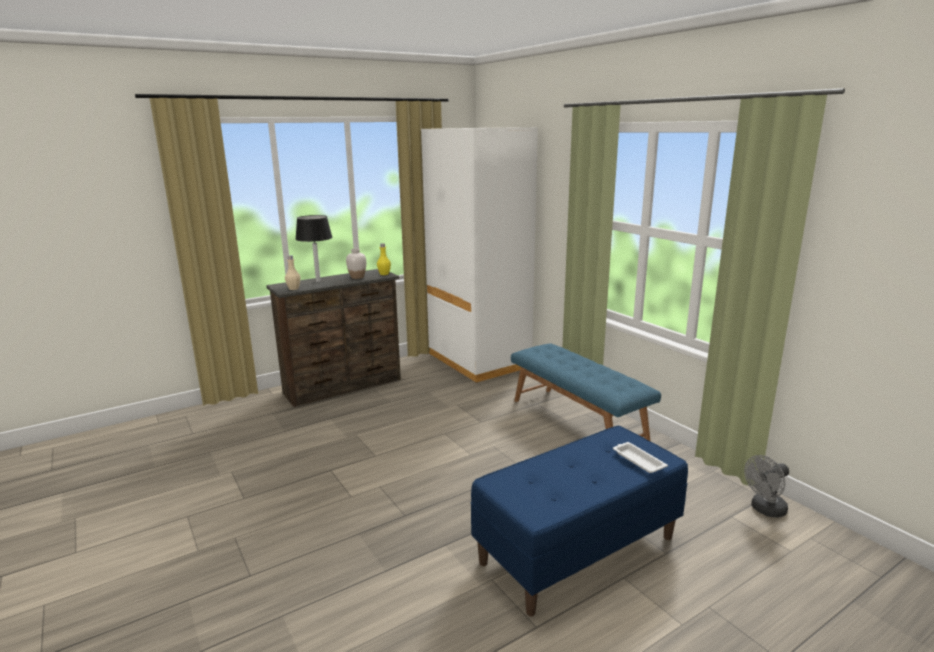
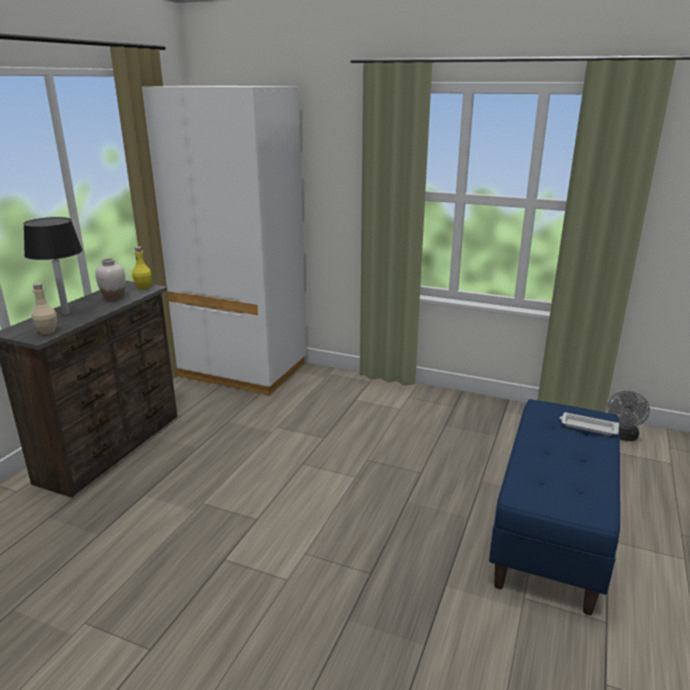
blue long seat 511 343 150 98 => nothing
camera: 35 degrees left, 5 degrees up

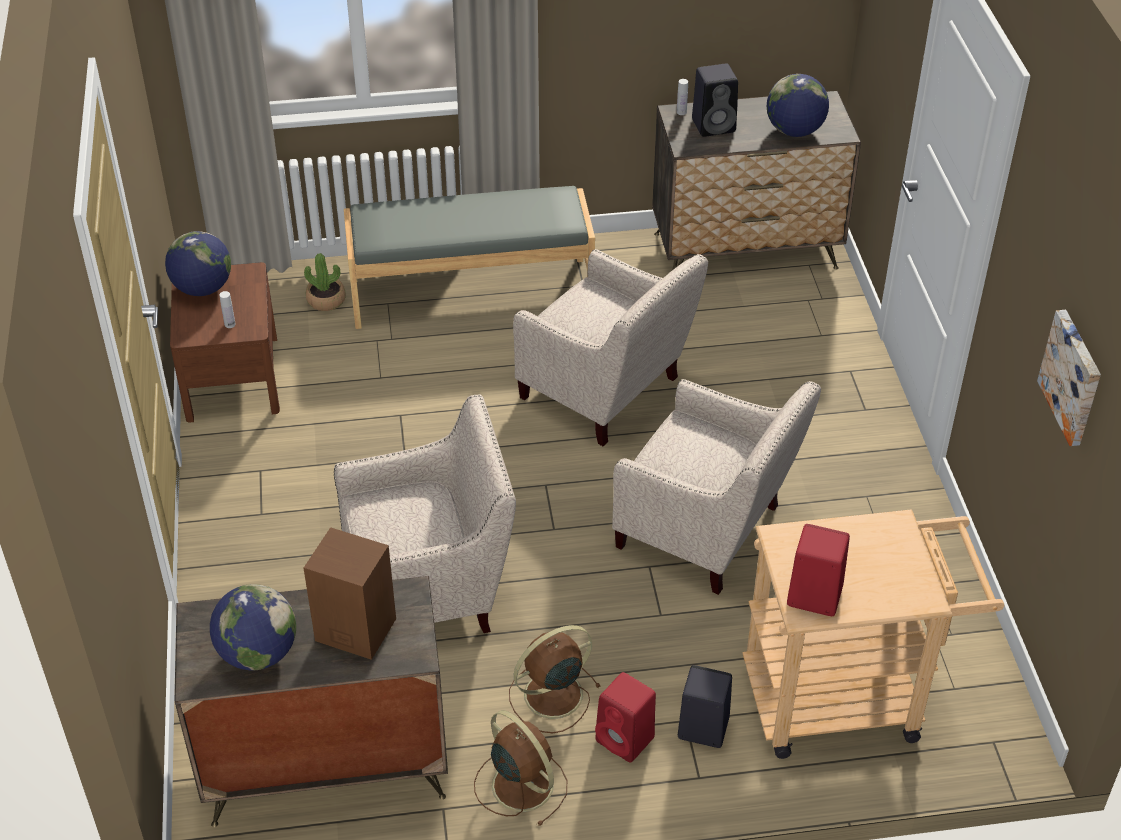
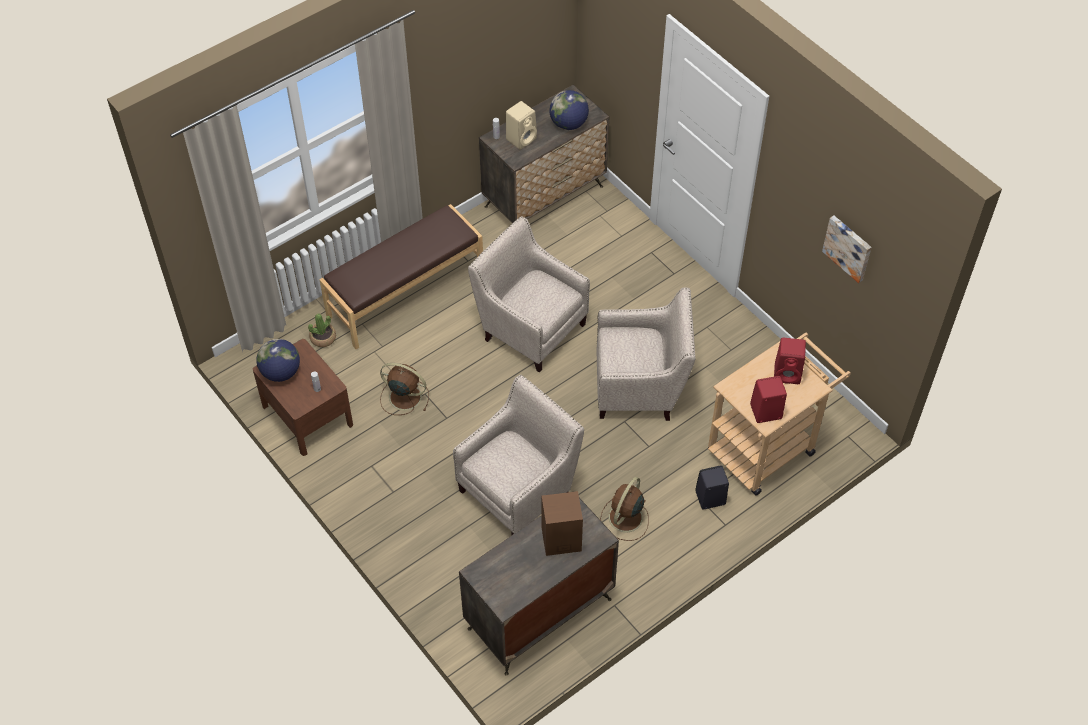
gray long seat 344 186 251 143 => brown-coloured long seat 320 204 163 145
brown-coloured fan 474 710 93 116 => brown-coloured fan 380 363 49 52, moved
beige lounge chair 513 249 195 197 => beige lounge chair 468 216 122 156, 150 degrees counterclockwise
black-coloured audio speaker 692 64 46 73 => beige audio speaker 506 101 31 49
red audio speaker 595 672 61 91 => red audio speaker 774 338 32 46, moved
world globe 210 584 86 86 => nothing
camera: 30 degrees left, 10 degrees up

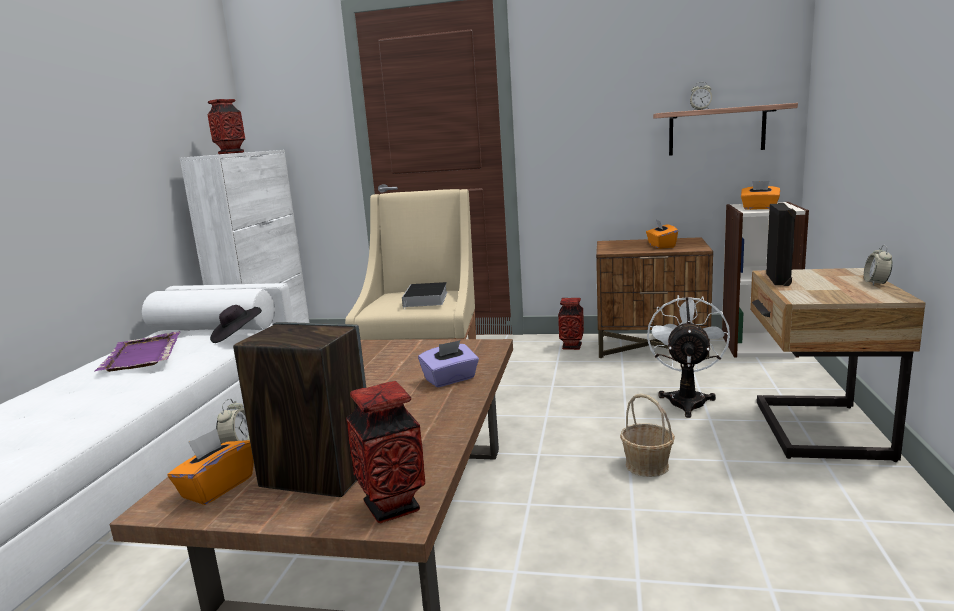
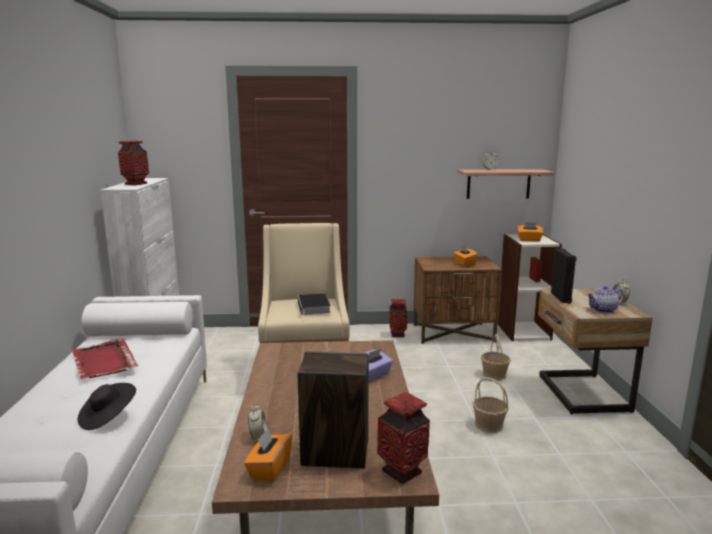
purple carrying tray 95 331 86 41 => red carrying tray 71 338 67 41
black-coloured clothing hat 210 305 52 38 => black-coloured clothing hat 78 383 58 47, moved
white-coloured fan 647 295 83 123 => storage basket 481 334 30 46
nothing => pot for tea 587 286 37 27
camera: 15 degrees left, 0 degrees up

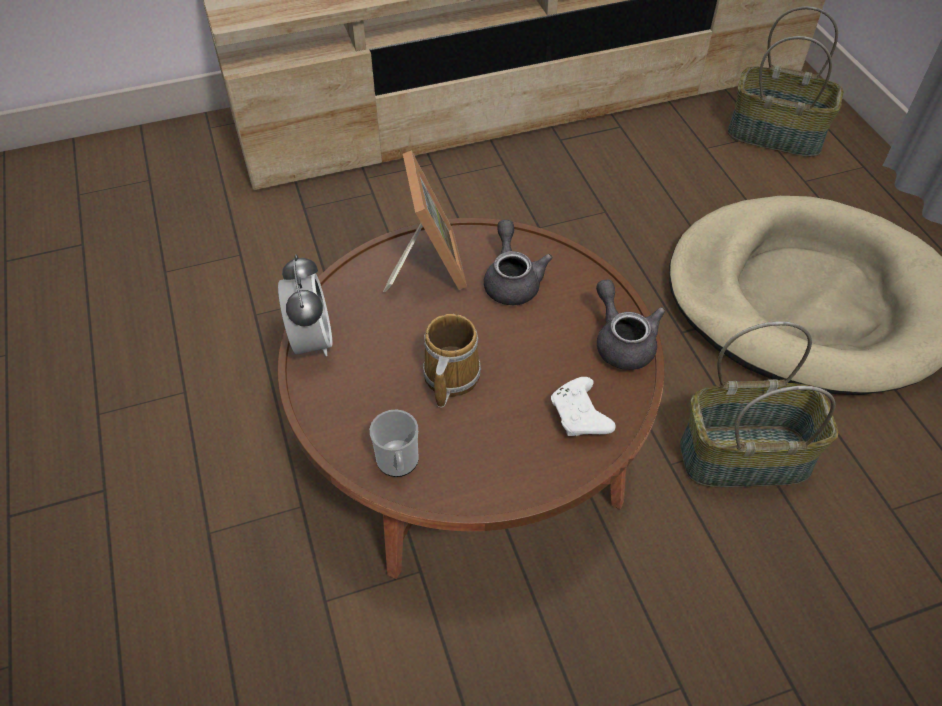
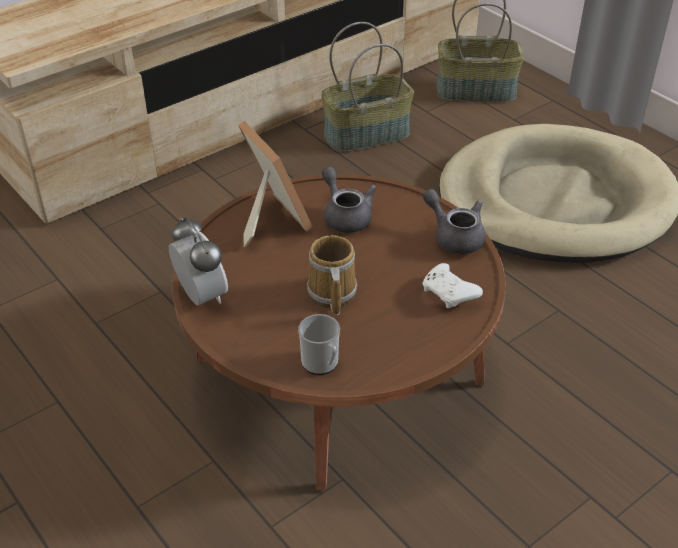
storage basket 680 321 159 167 => storage basket 321 22 93 131, moved
camera: 20 degrees left, 10 degrees down

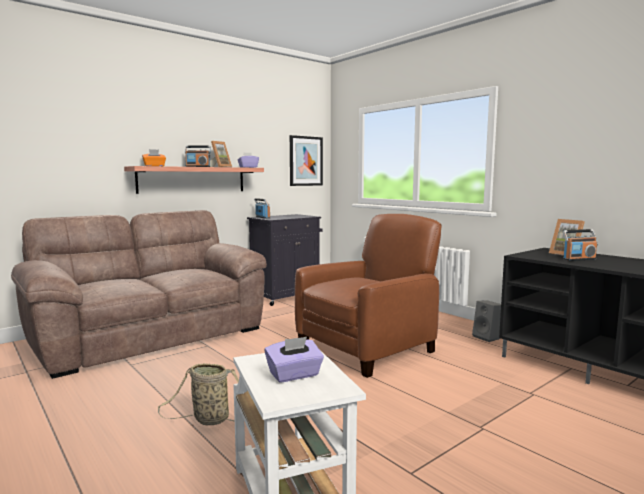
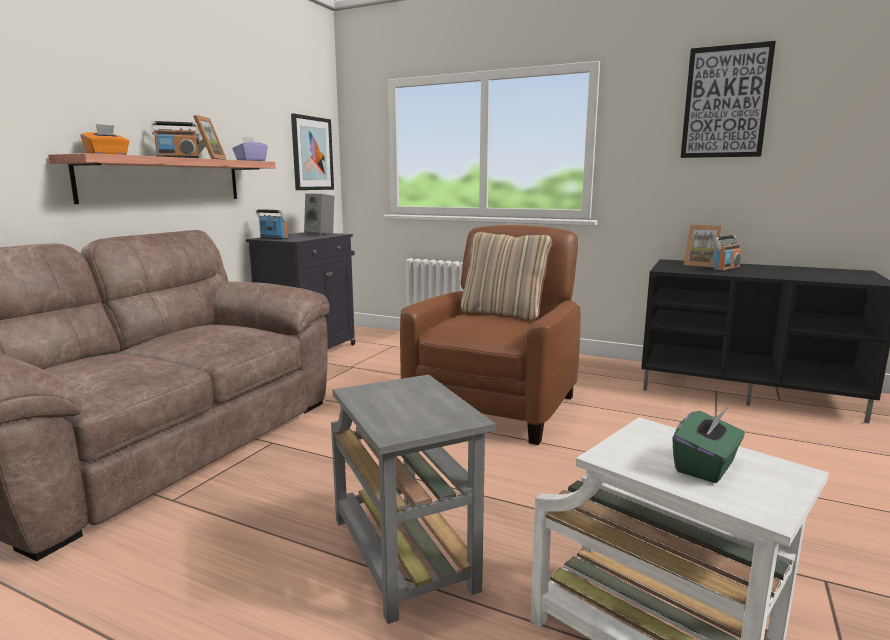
gray audio speaker 472 300 29 42 => gray audio speaker 304 193 30 42, moved
storage basket 158 363 81 62 => gray side table 331 375 165 249
nothing => beige cushion 461 232 91 89
purple tissue holder 265 337 59 46 => green tissue holder 672 408 73 75
nothing => wall art 681 41 95 117
camera: 25 degrees left, 5 degrees up

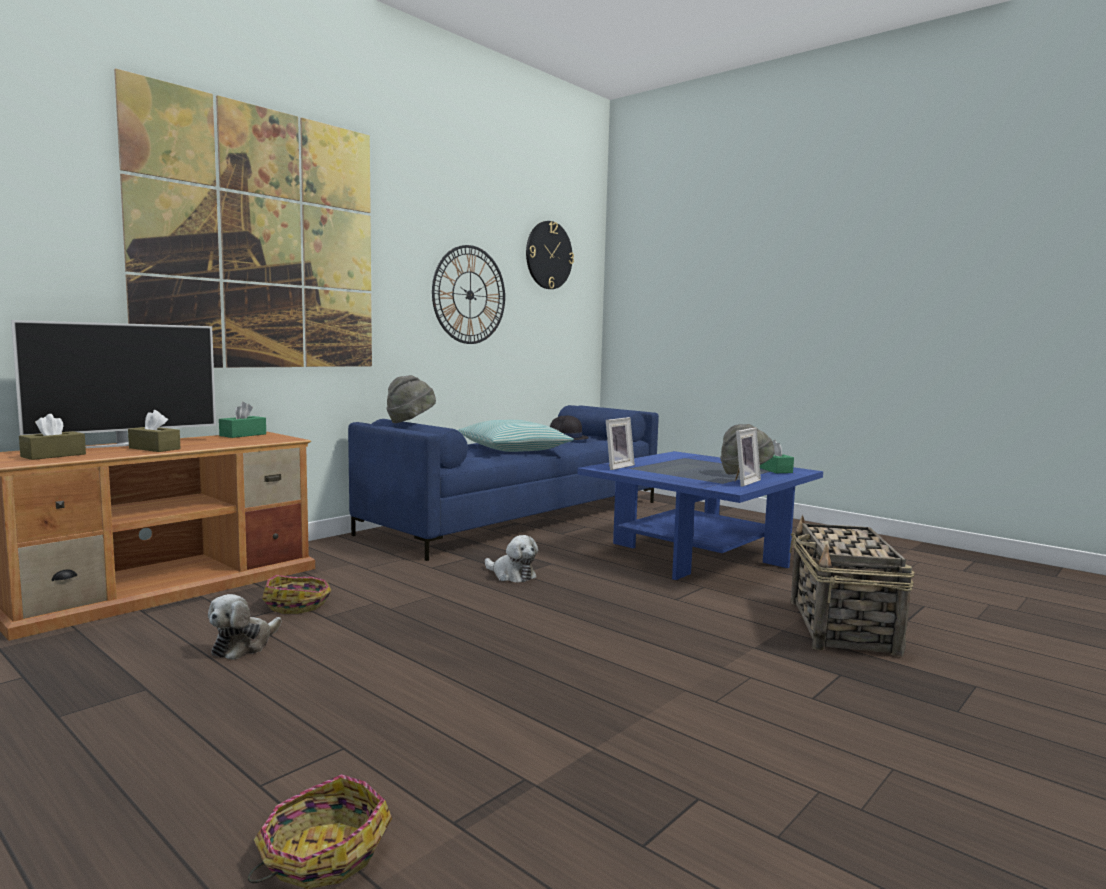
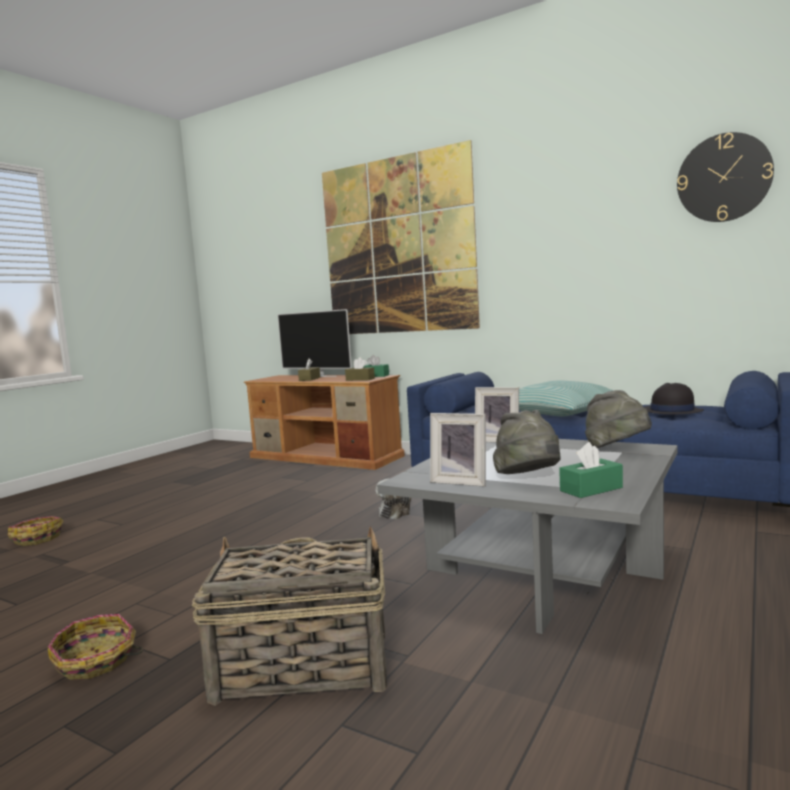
storage basket 262 575 69 39 => storage basket 48 614 95 66, moved
brown-coloured tissue holder 19 414 67 46 => brown-coloured tissue holder 345 357 30 24, moved
blue low table 577 451 246 129 => gray low table 378 439 300 195
gray clothing hat 387 375 49 48 => gray clothing hat 585 390 67 58, moved
cuddly toy 208 594 74 66 => nothing
wall clock 432 245 73 99 => nothing
camera: 80 degrees right, 0 degrees up

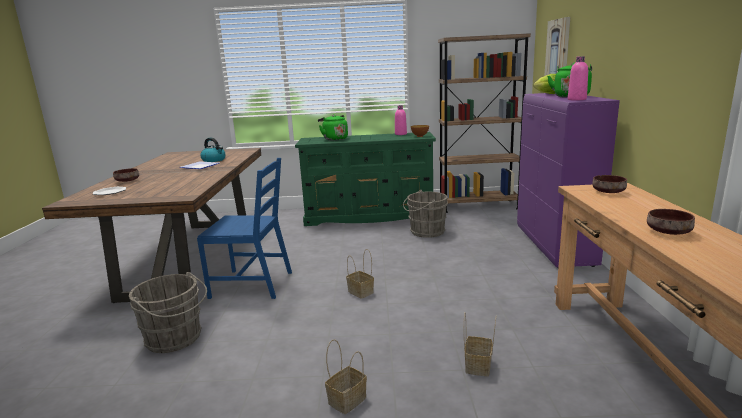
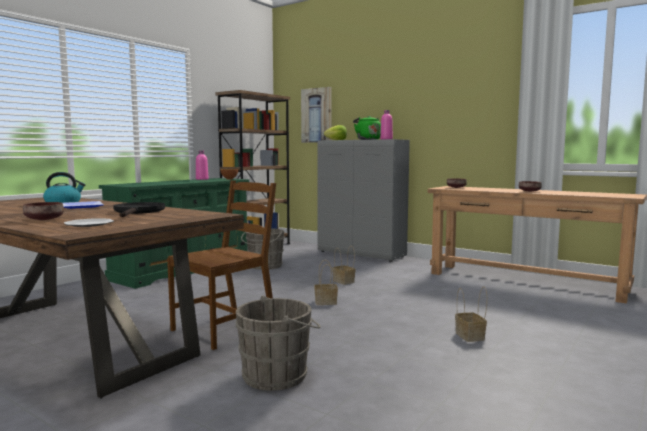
nothing => black-coloured skillet 113 202 52 15
blue chair 197 158 95 141 => brown-coloured chair 167 180 109 170
purple cupboard 517 93 103 175 => gray cupboard 317 139 93 123
storage basket 464 313 32 63 => storage basket 333 246 22 39, moved
green tea kettle 318 115 30 26 => nothing
camera: 55 degrees left, 10 degrees down

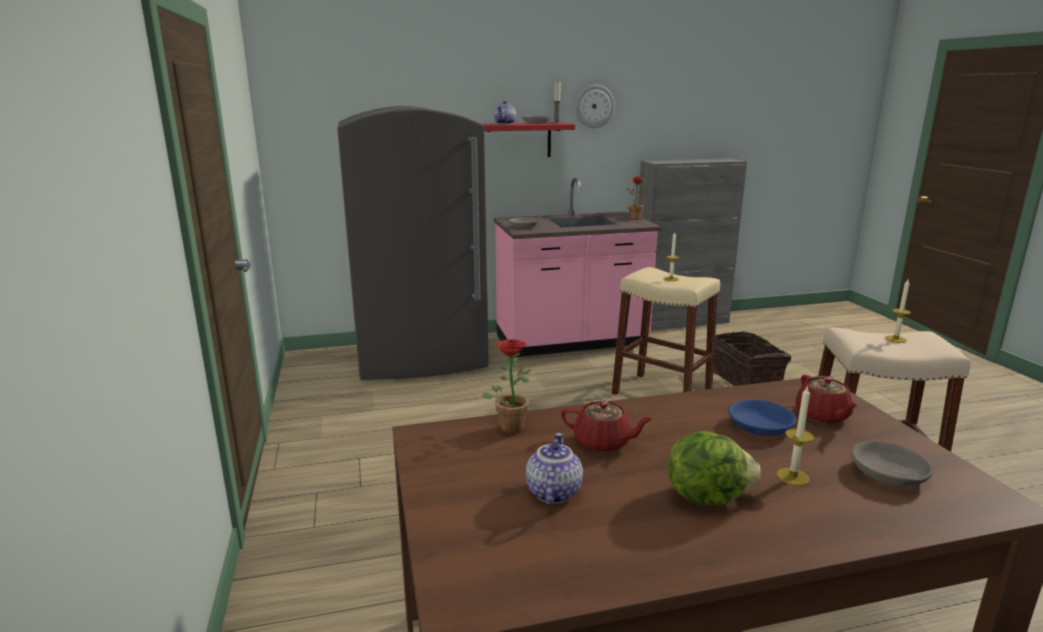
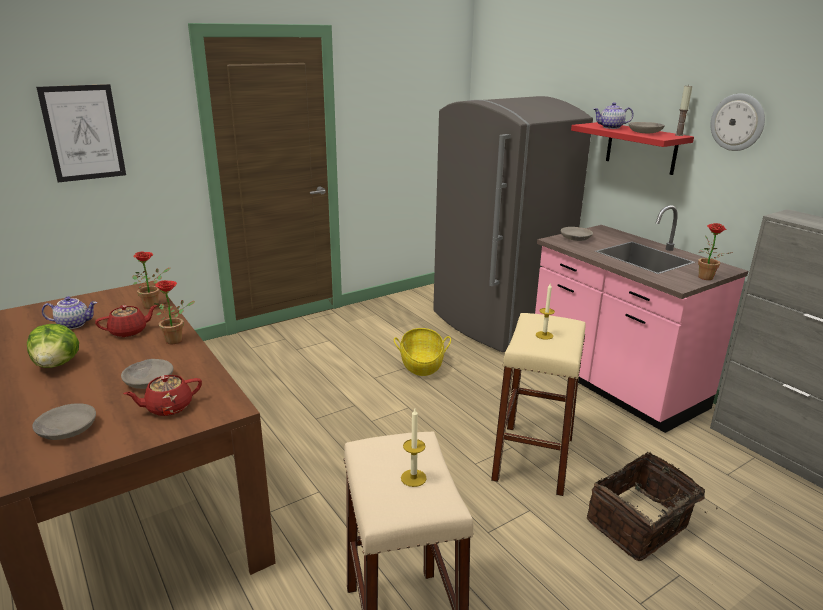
nothing => wall art 36 84 90 98
red pot for tea 561 400 92 52 => red pot for tea 95 305 63 32, 120 degrees counterclockwise
blue bowl 729 400 67 36 => gray bowl 121 359 52 30
nothing => plant in a pot 154 280 41 64
nothing => storage basket 394 328 57 48
wax light 777 385 37 101 => nothing
camera: 70 degrees right, 5 degrees up

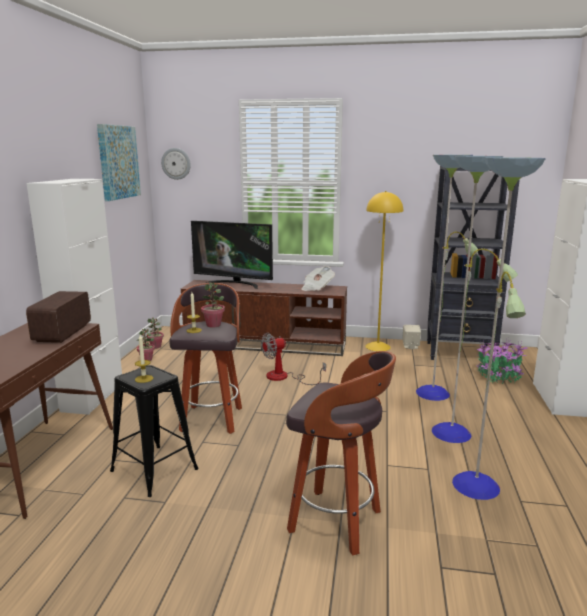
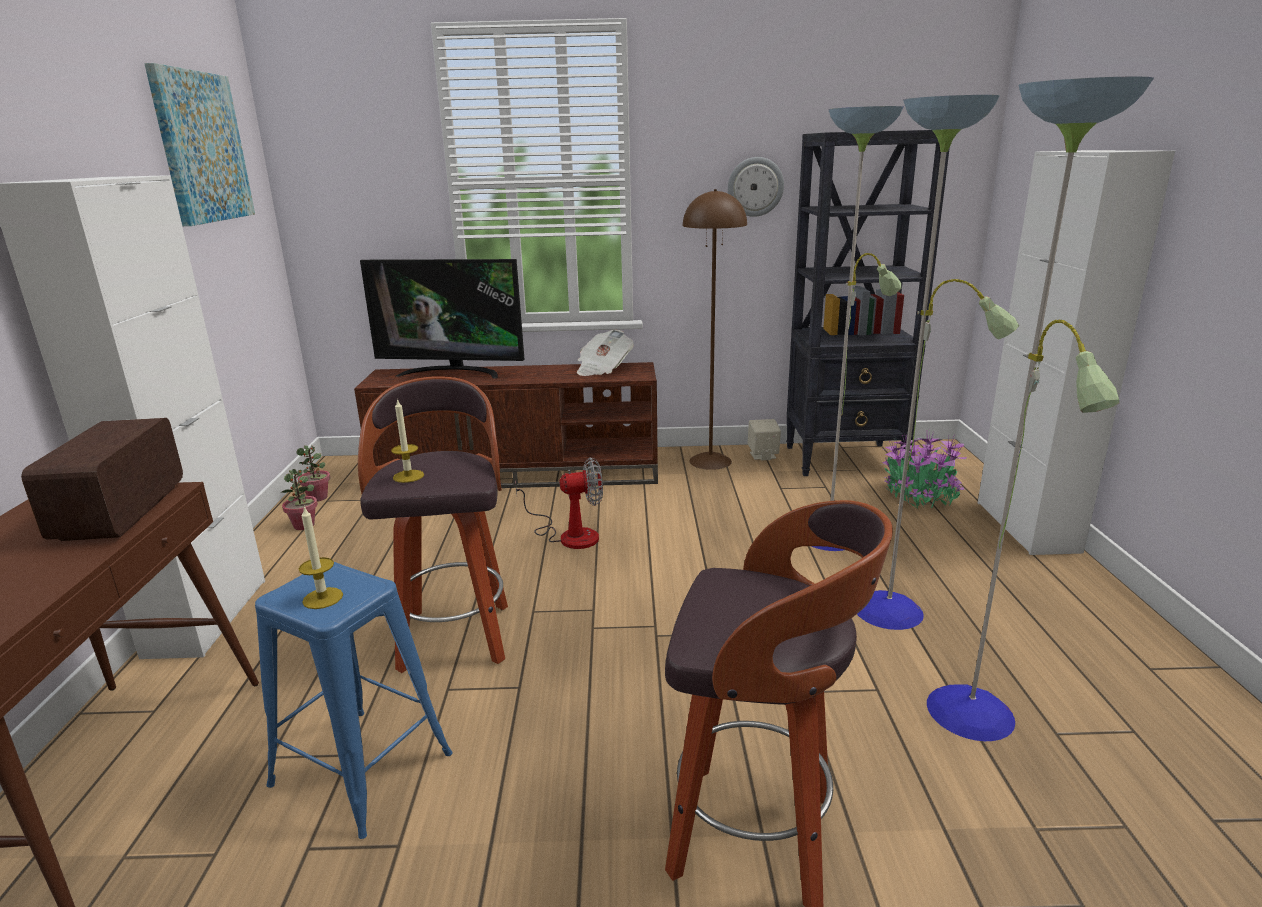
black-coloured stool seat 110 365 89 132 => blue stool seat 255 562 197 277
fan 261 333 65 52 => fan 515 457 88 92, 150 degrees counterclockwise
yellowish floor lamp 365 191 38 160 => brown-coloured floor lamp 683 189 64 281
wall clock 161 148 30 32 => wall clock 728 157 56 60, moved
plant in a pot 201 282 24 46 => nothing
camera: 10 degrees left, 5 degrees up

